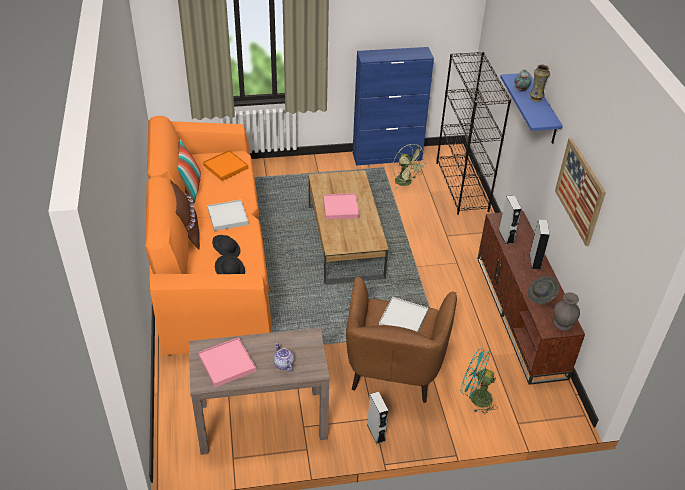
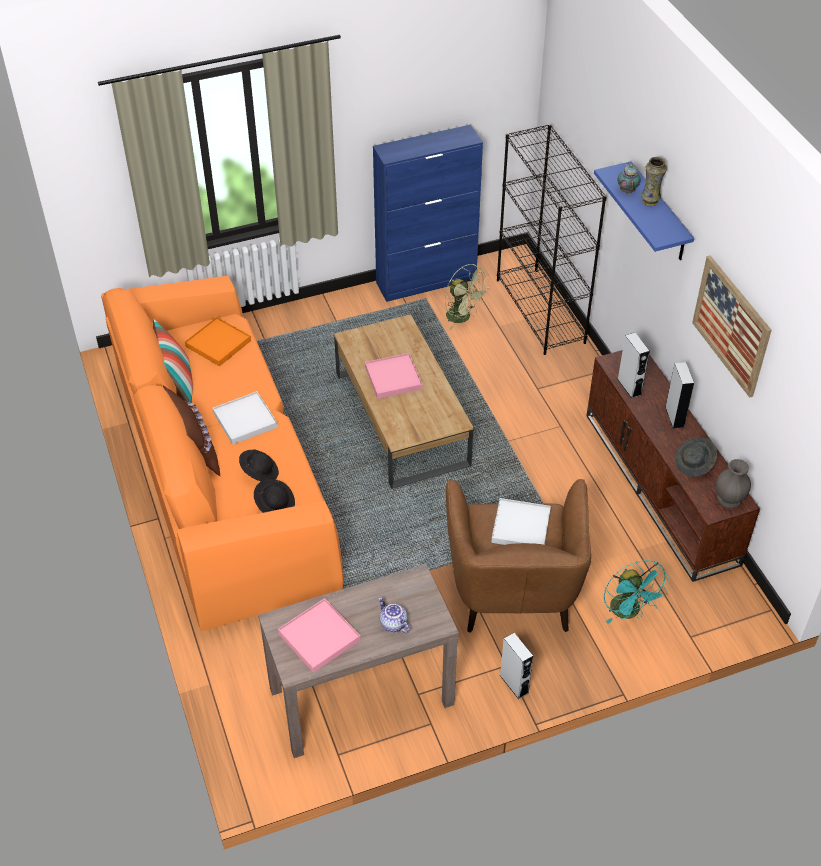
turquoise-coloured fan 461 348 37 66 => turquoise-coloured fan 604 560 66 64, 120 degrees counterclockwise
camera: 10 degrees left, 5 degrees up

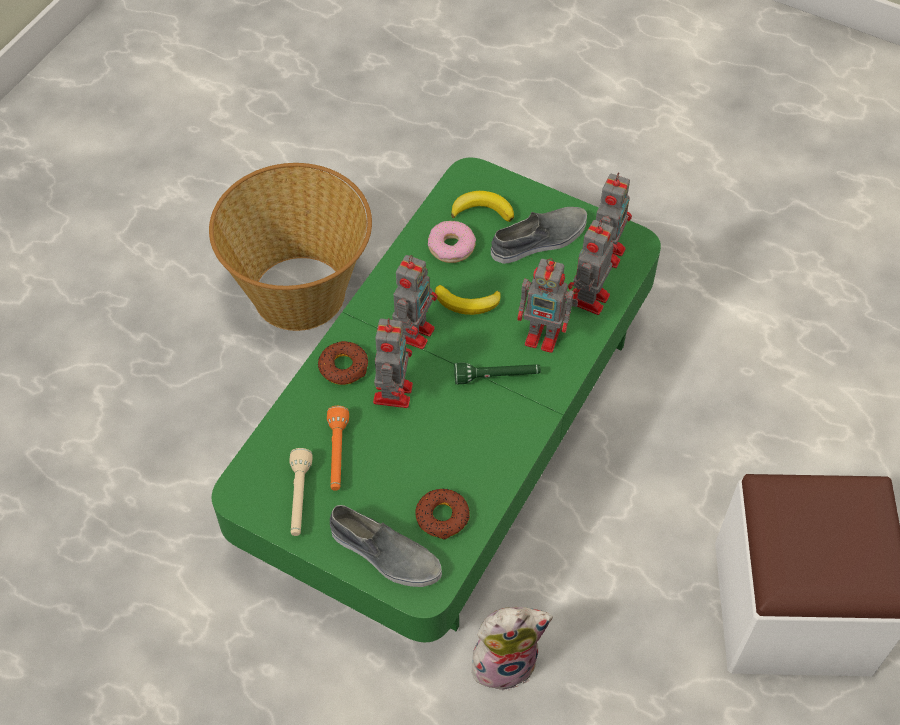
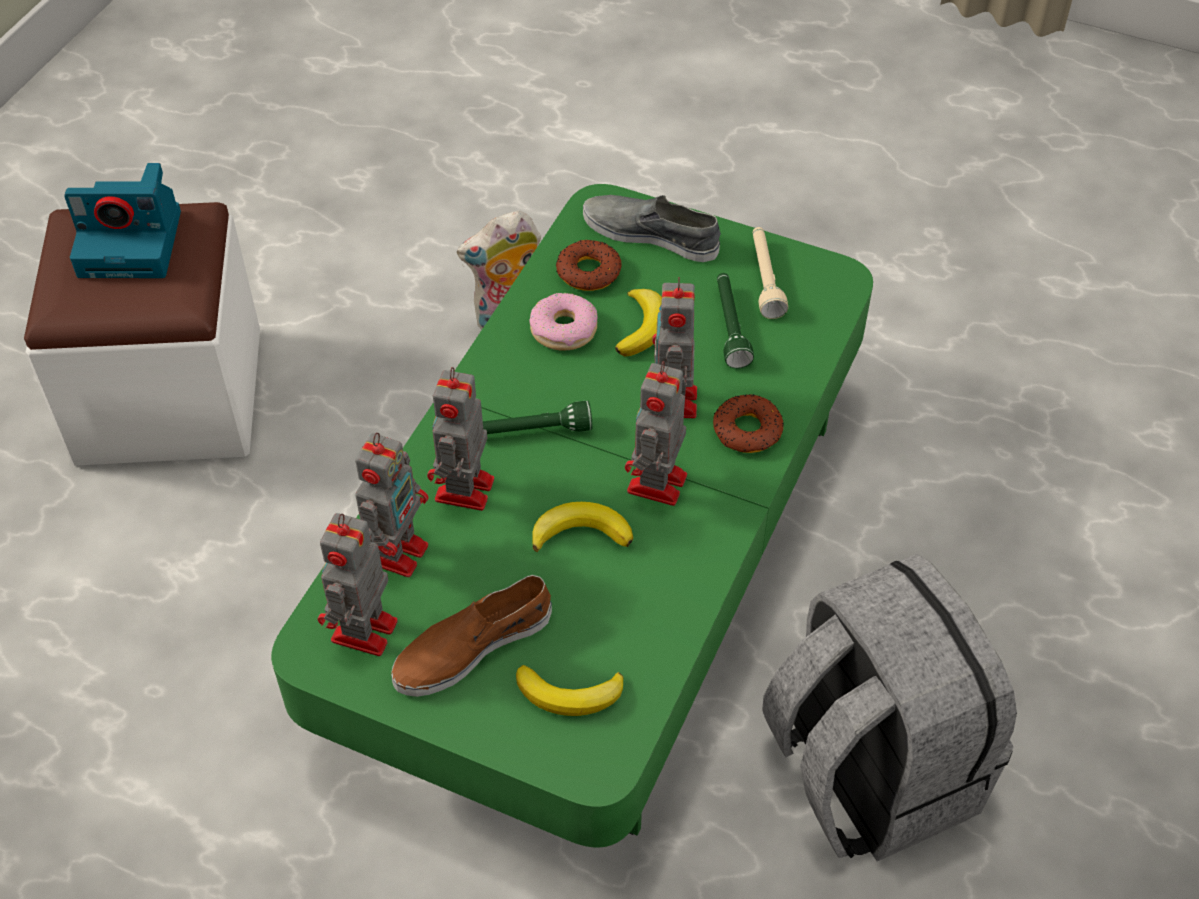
nothing => photo camera 64 163 117 115
gray shoe 491 207 96 57 => brown-coloured shoe 391 575 161 122
robot figure 517 258 61 95 => robot figure 427 367 67 144, 90 degrees counterclockwise
ring doughnut 428 221 48 42 => ring doughnut 529 293 69 58, moved
nothing => whole banana 615 289 47 68
orangey flashlight 327 406 22 85 => green flashlight 717 273 37 96
storage basket 209 163 163 168 => gray knapsack 762 554 255 308
camera: 175 degrees right, 5 degrees down

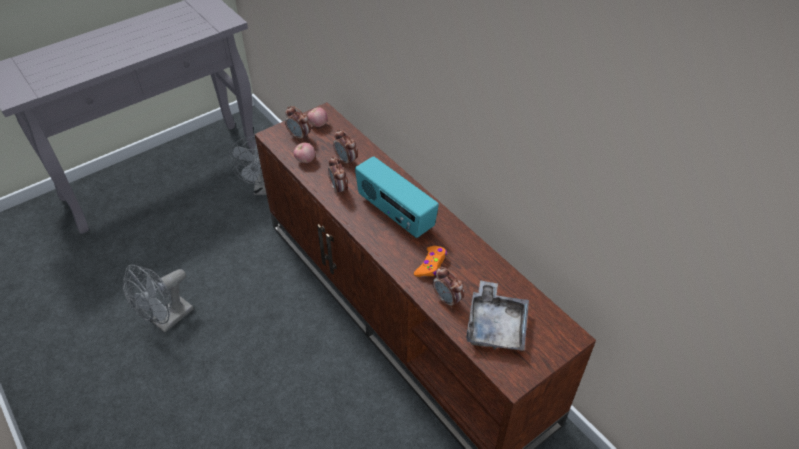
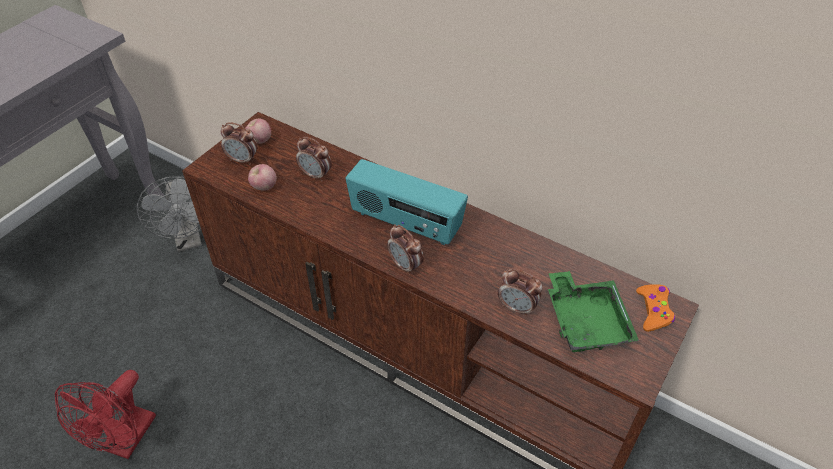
gray fan 122 265 72 68 => red fan 55 370 101 89
bedside clock 328 156 20 40 => bedside clock 387 224 37 51, moved
gray carrying tray 466 280 63 71 => green carrying tray 548 271 91 81
orangey joypad 414 246 33 31 => orangey joypad 636 284 39 48, moved
camera: 20 degrees left, 0 degrees up

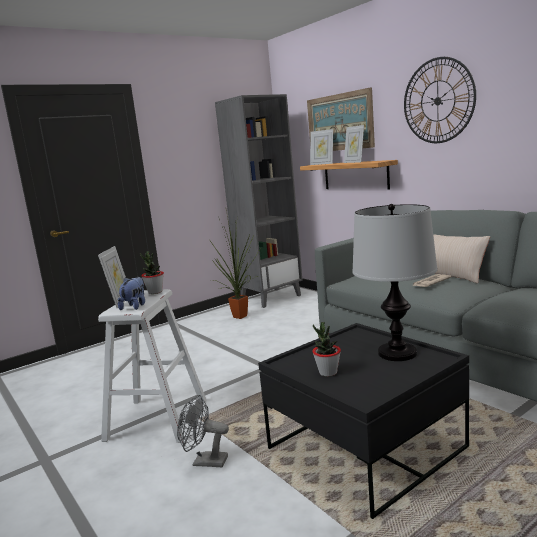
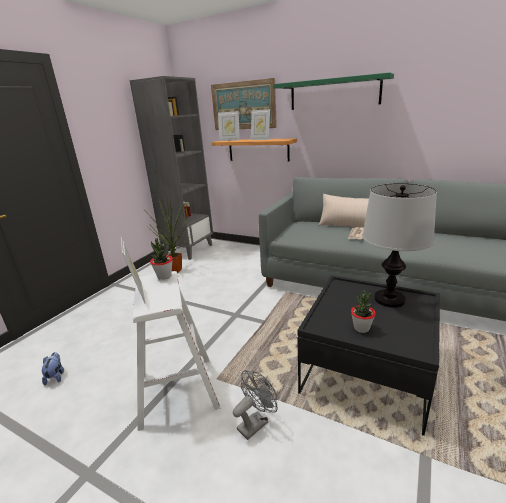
cuddly toy 118 277 27 33 => cuddly toy 42 352 22 33, moved
gray fan 177 395 52 72 => gray fan 233 370 45 70, 150 degrees clockwise
wall clock 404 57 72 86 => green wall shelf 273 72 121 38
camera: 25 degrees left, 10 degrees up

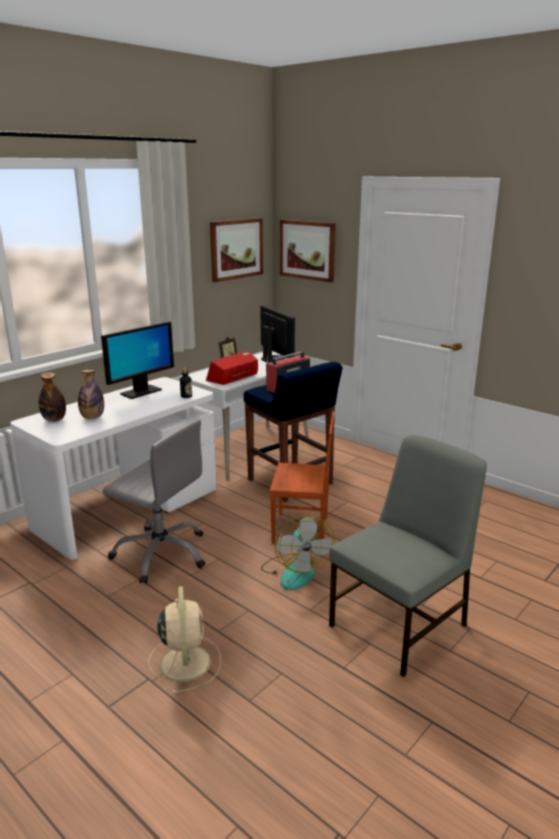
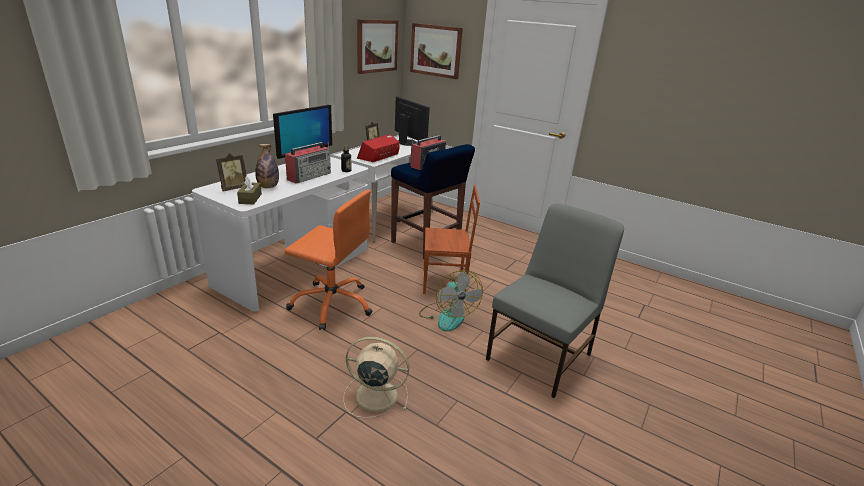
drink bottle 39 372 27 50 => standing frame 216 153 31 38
nothing => brown-coloured tissue holder 237 176 25 28
nothing => radio receiver 285 142 46 41
gray desk chair 103 420 102 164 => orangey desk chair 285 190 88 140
beige fan 148 586 73 108 => beige fan 343 336 66 82, 60 degrees counterclockwise
camera: 10 degrees left, 5 degrees up

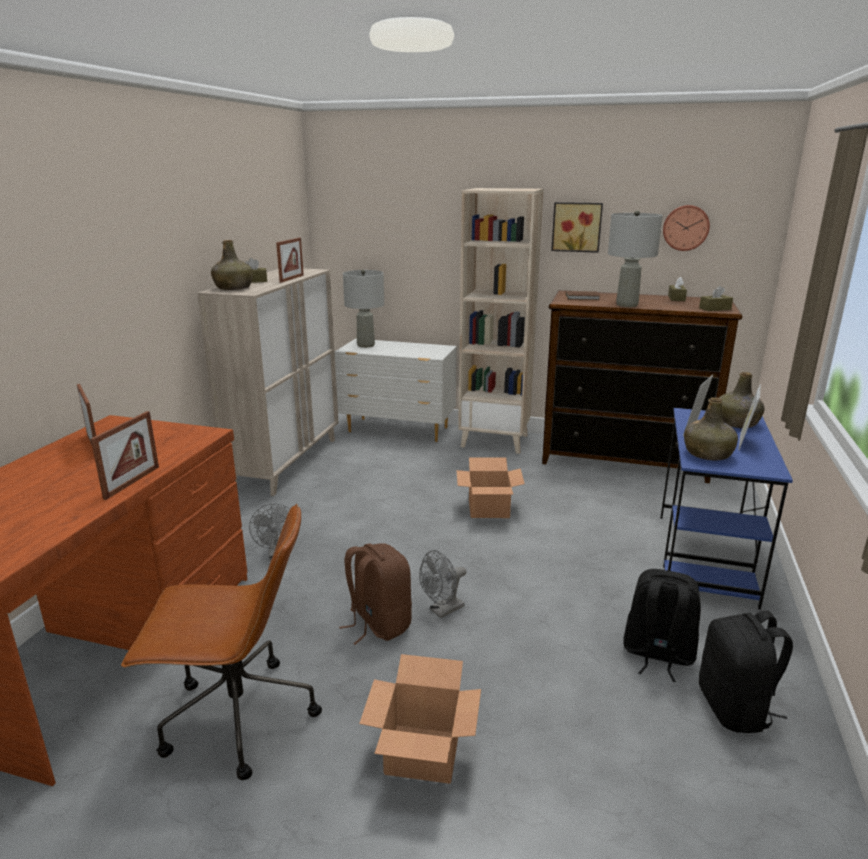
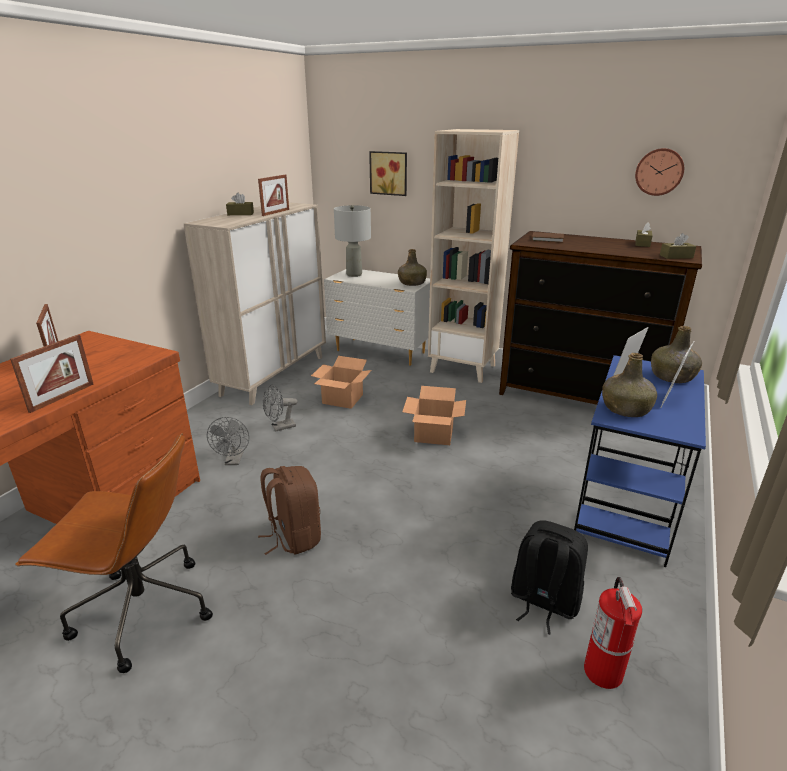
gray fan 419 550 48 68 => gray fan 263 384 34 48, moved
packing box 359 654 122 130 => packing box 311 356 61 53, moved
wall art 551 202 52 51 => wall art 369 151 38 45, moved
green drink bottle 211 240 42 50 => green drink bottle 398 249 29 37, moved
black-coloured knapsack 699 610 94 123 => fire extinguisher 584 577 58 112
gray table lamp 608 210 55 97 => nothing
camera: 10 degrees right, 5 degrees up

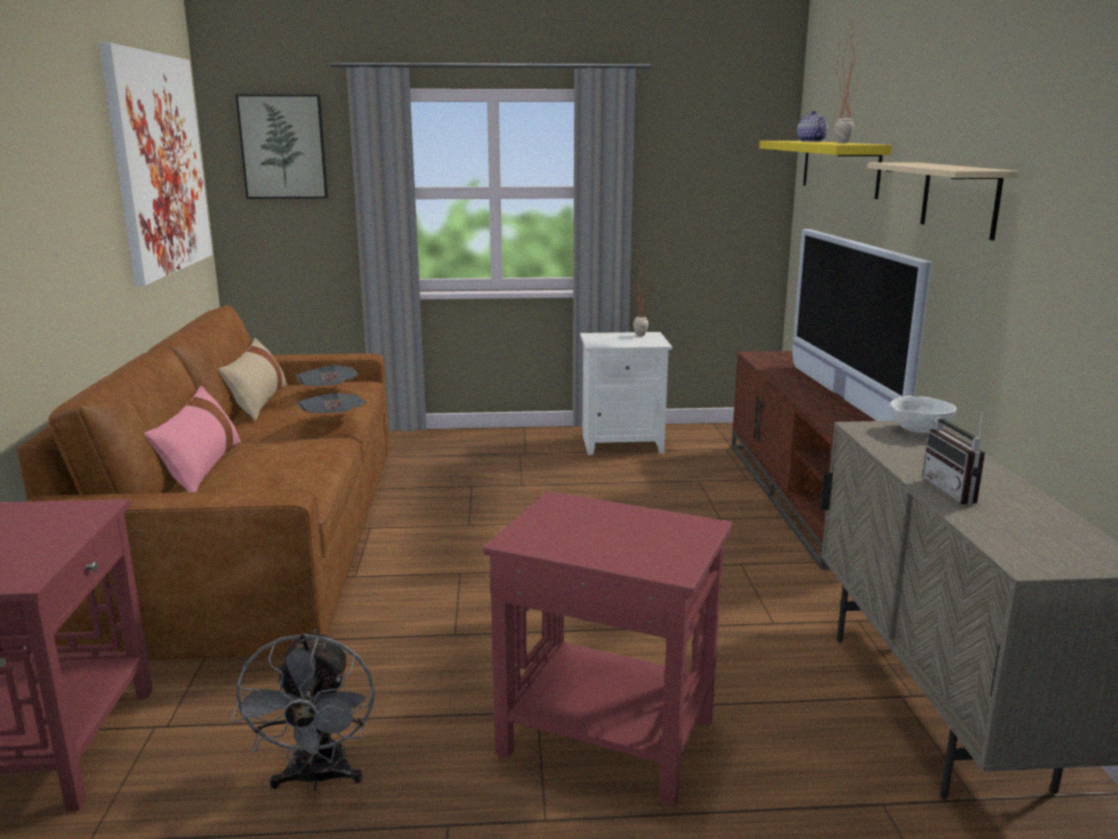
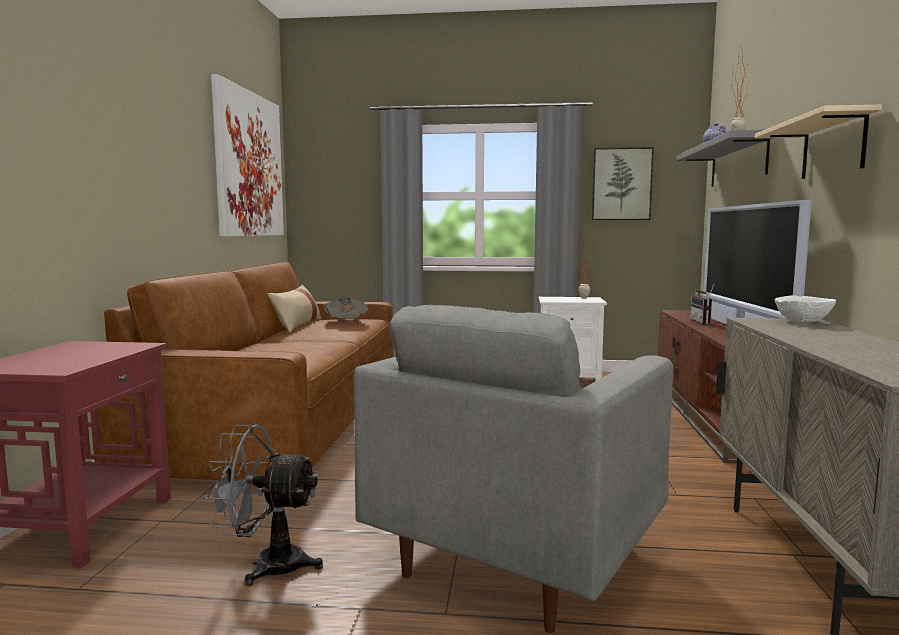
gray fan 231 629 144 162 => gray fan 204 425 119 161, 90 degrees clockwise
red side table 483 491 250 316 => gray lounge chair 354 305 319 328
wall art 235 94 93 105 => wall art 592 147 62 73, moved
yellowish wall shelf 759 141 133 58 => gray wall shelf 676 130 96 57
radio receiver 922 406 63 99 => radio receiver 690 284 24 40, moved
pink cushion 144 386 97 106 => nothing
printed paper 295 393 72 20 => nothing
camera: 10 degrees right, 10 degrees down

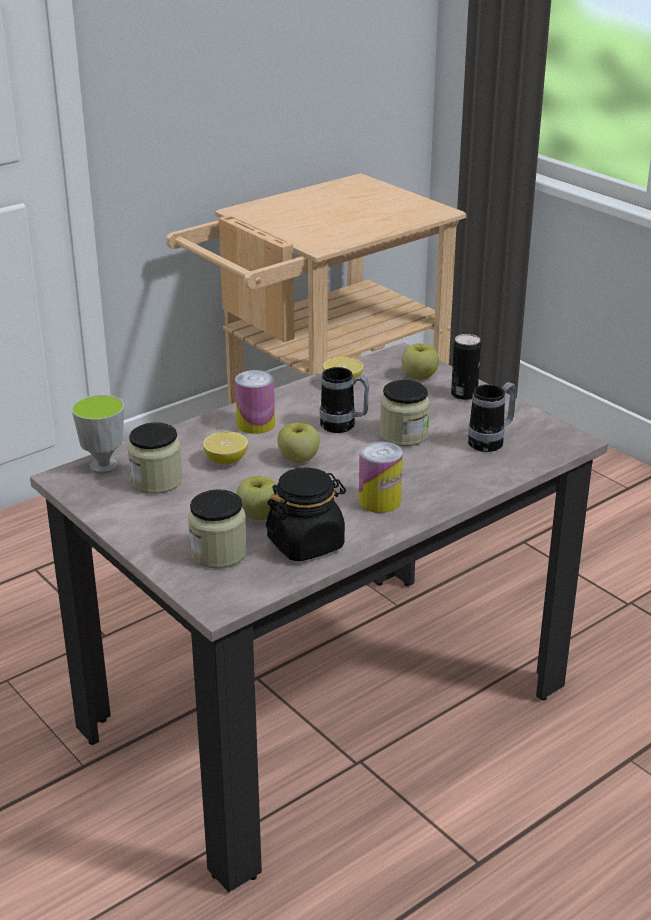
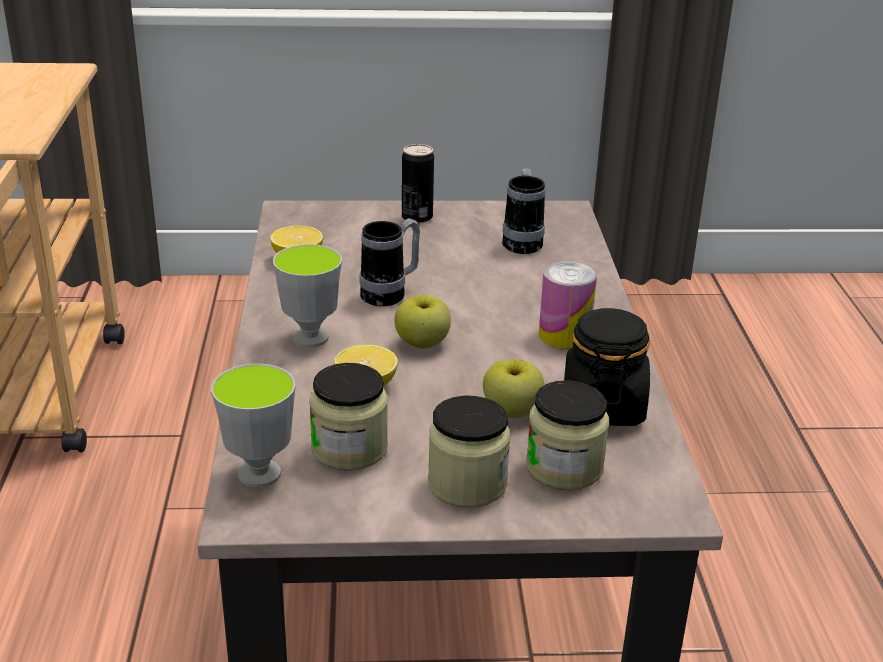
sealed can 235 370 40 64 => drinking cup 273 244 69 103
preserve jar 380 380 50 66 => preserve jar 428 396 83 112, moved
whole apple 402 344 37 36 => nothing
camera: 55 degrees left, 0 degrees up

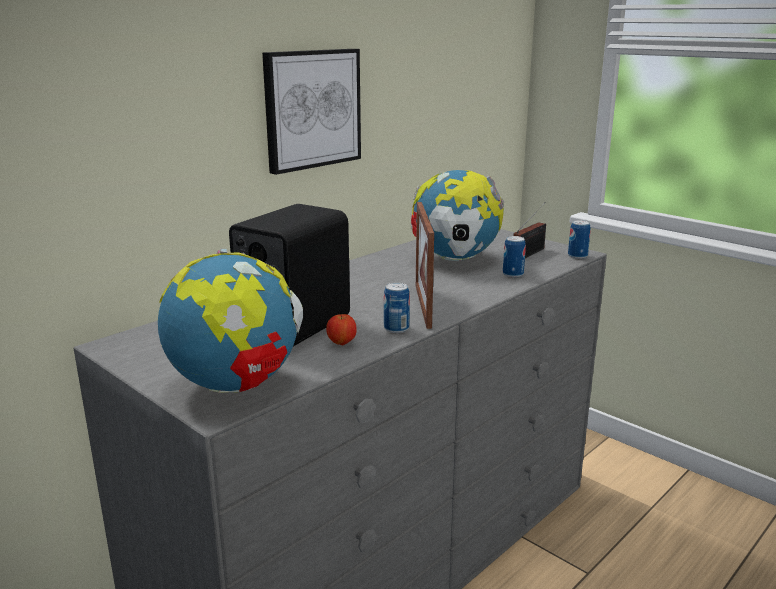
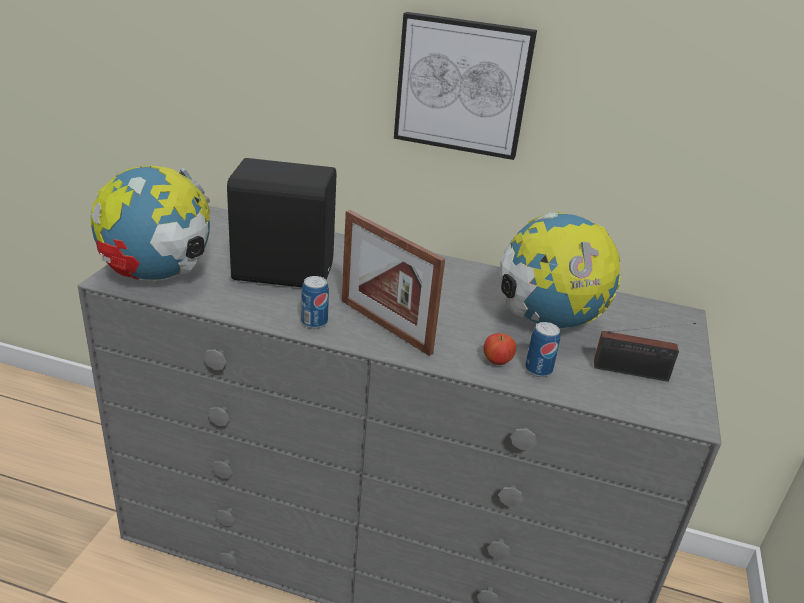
standing frame 416 202 18 127 => standing frame 342 210 103 146, 105 degrees counterclockwise
whole apple 326 314 31 31 => whole apple 483 333 33 32, moved
sealed can 568 220 23 39 => nothing
camera: 60 degrees right, 10 degrees up

